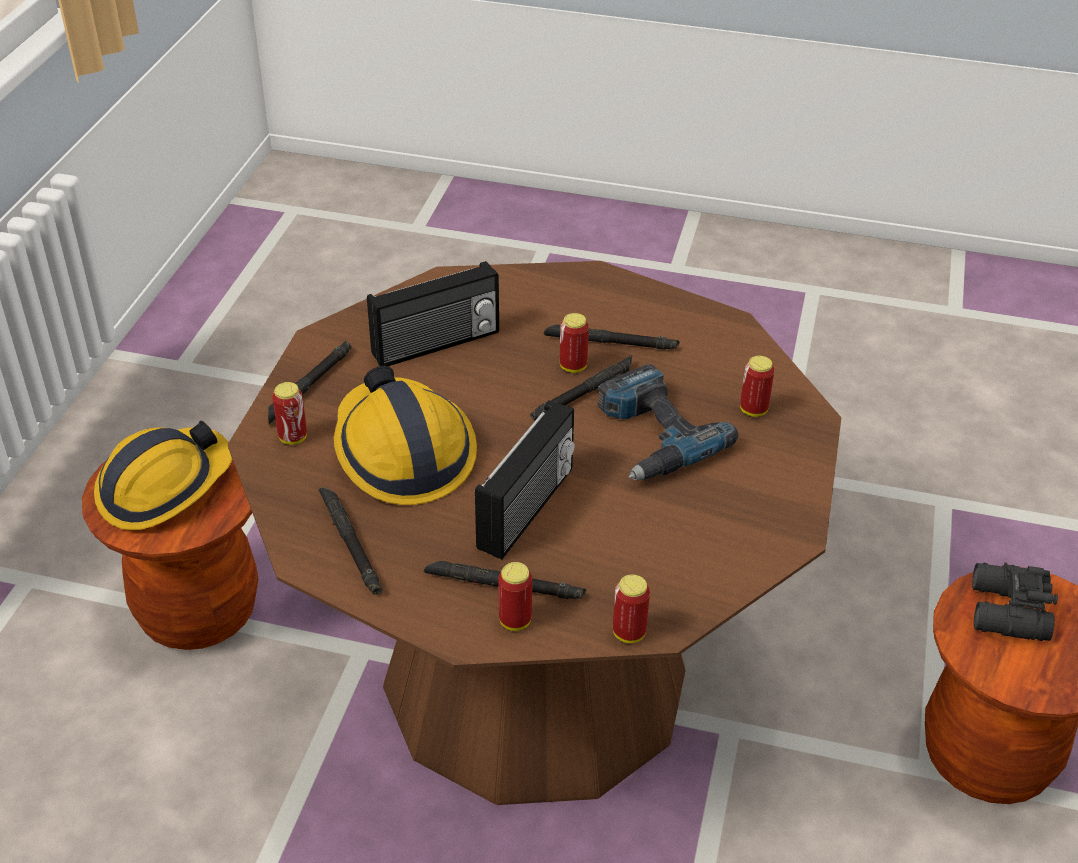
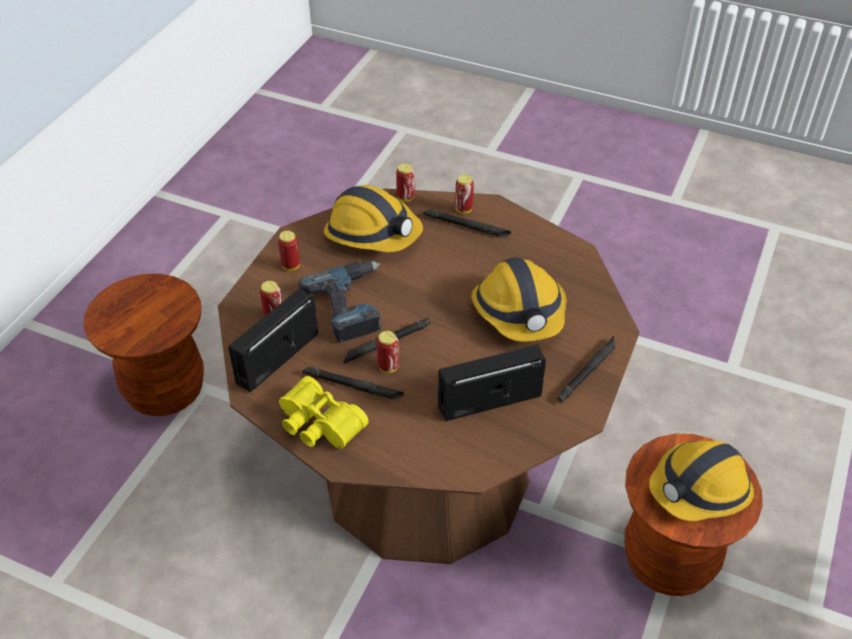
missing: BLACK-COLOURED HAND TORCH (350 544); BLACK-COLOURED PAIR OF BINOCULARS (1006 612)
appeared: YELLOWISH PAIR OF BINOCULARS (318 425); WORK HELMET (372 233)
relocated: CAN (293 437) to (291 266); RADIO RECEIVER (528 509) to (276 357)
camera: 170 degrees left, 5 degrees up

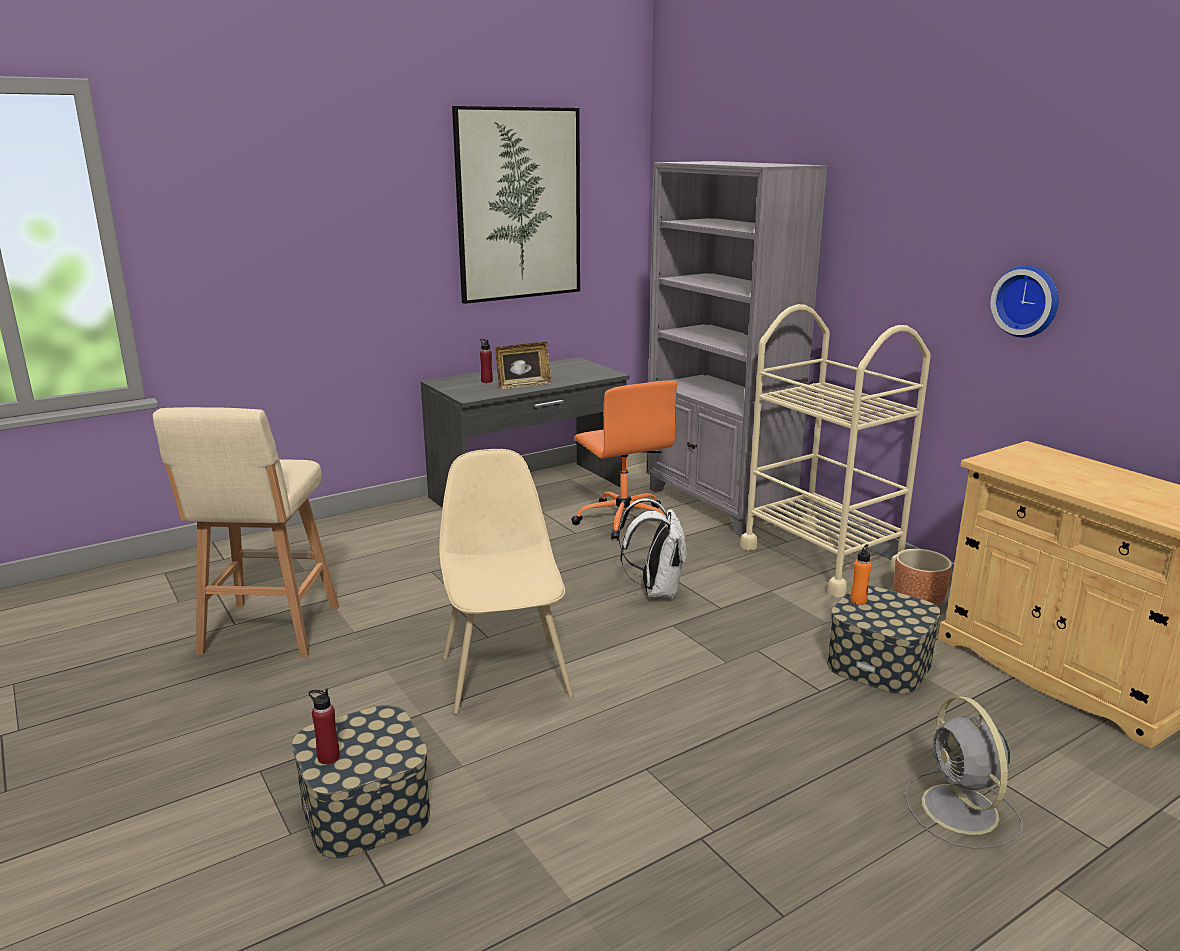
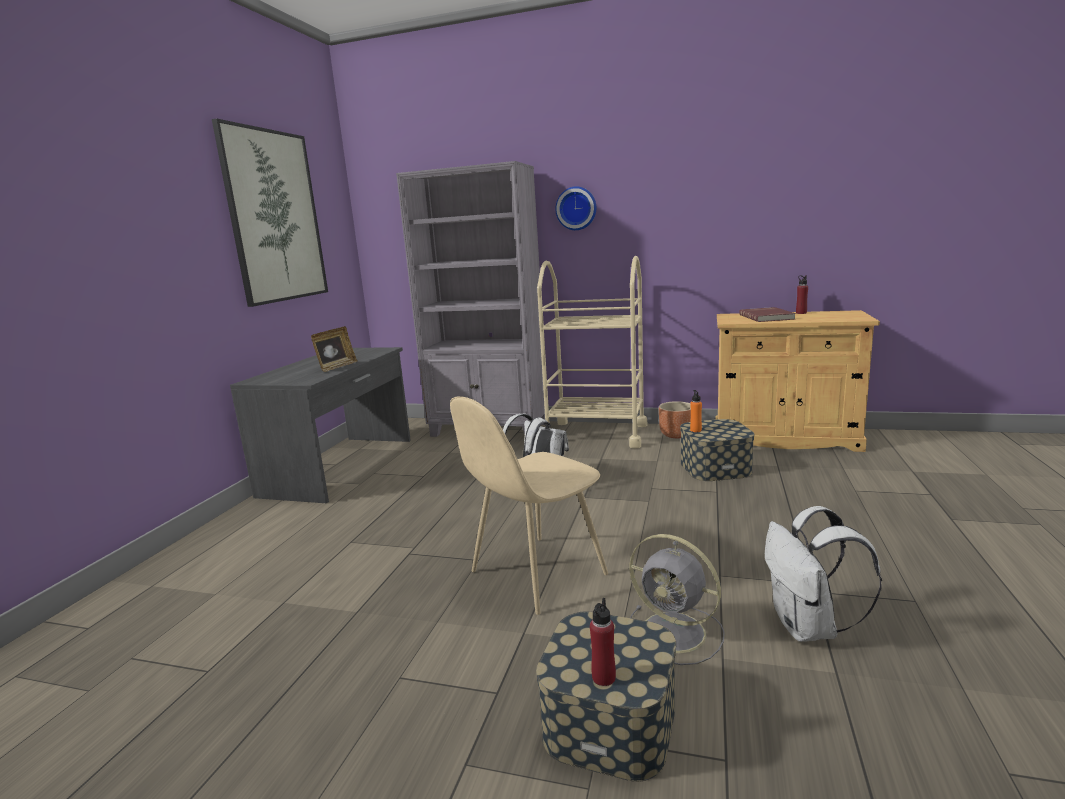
missing: BEIGE STOOL (268 632); ORANGEY COMPUTER CHAIR (622 519)
appeared: REDDISH VOLUME (767 317); WHITE BACKPACK (808 628)
relocated: REDDISH BOTTLE (486 381) to (801 313); GRAY COOLING FAN (961 811) to (676 633); WALL CLOCK (1027 301) to (576 208)
spun: BEIGE CHAIR (505 674) = (535 574) 75 degrees counterclockwise
camera: 40 degrees left, 5 degrees down

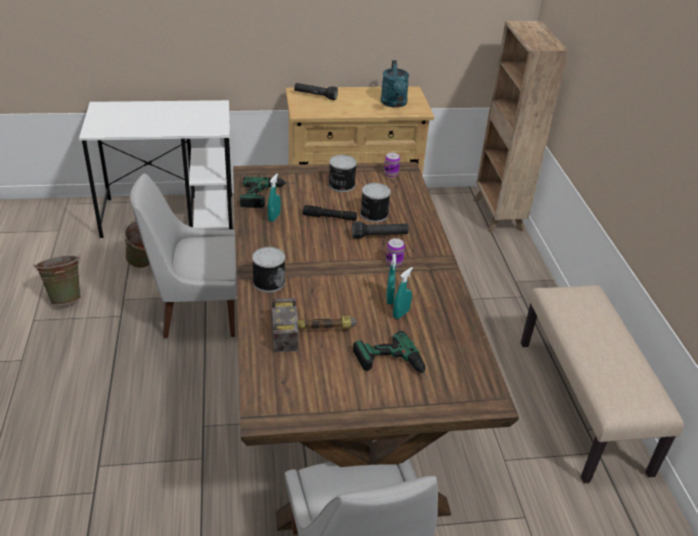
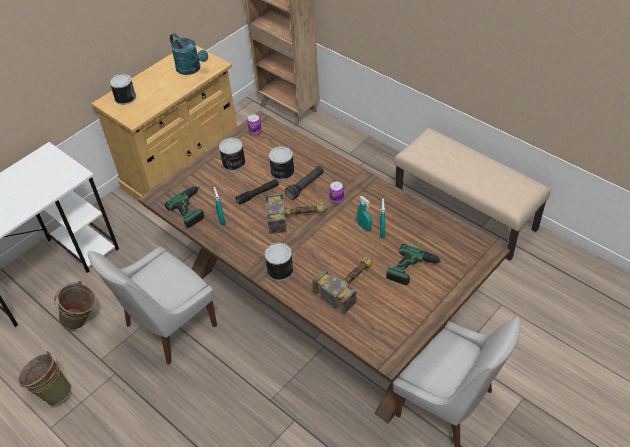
appeared: HAMMER (298 216)
exchanged: BLACK-COLOURED HAND TORCH (315 96) to CAN (125 97)
camera: 35 degrees left, 10 degrees up

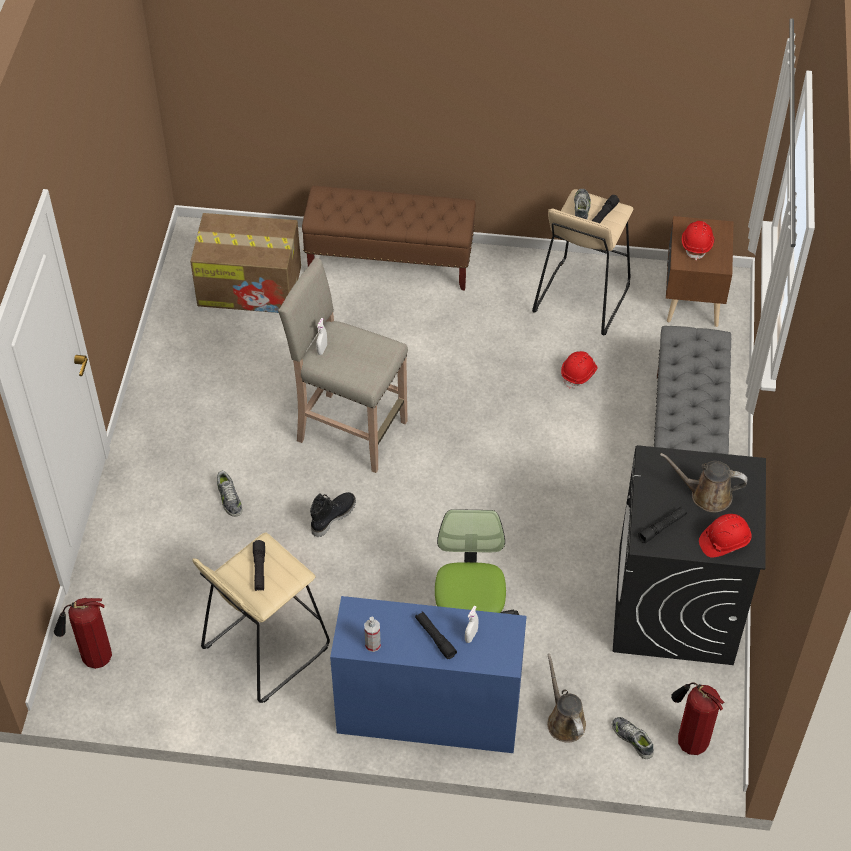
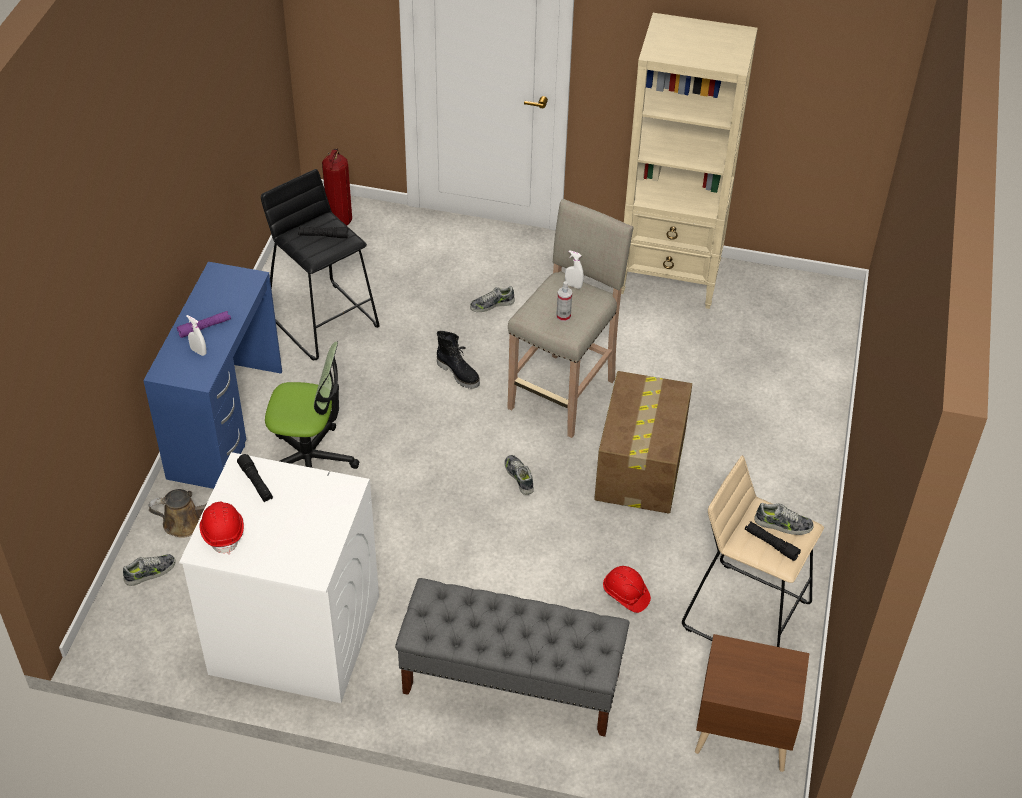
missing: BROWN BENCH (390 262); BROWN WATERING CAN (706 495); FIRE-FIGHTING CYLINDER (688 741); REDDISH WORK HELMET (697 244)
appeared: ITEM OF FOOTWEAR (519 477); BEIGE BOOKCASE (671 278)
relocated: CARDBOARD BOX (251 286) to (640 467); SPRAYER (373 645) to (563 316)
colour: BEIGE STOOL (265 648) to BLACK-COLOURED STOOL (324 320); BLACK-COLOURED HAND TORCH (435 637) to PURPLISH HAND TORCH (205 327); BLACK-COLOURED LAUNDRY MACHINE (675 605) to WHITE LAUNDRY MACHINE (293 635)
camera: 95 degrees right, 5 degrees down

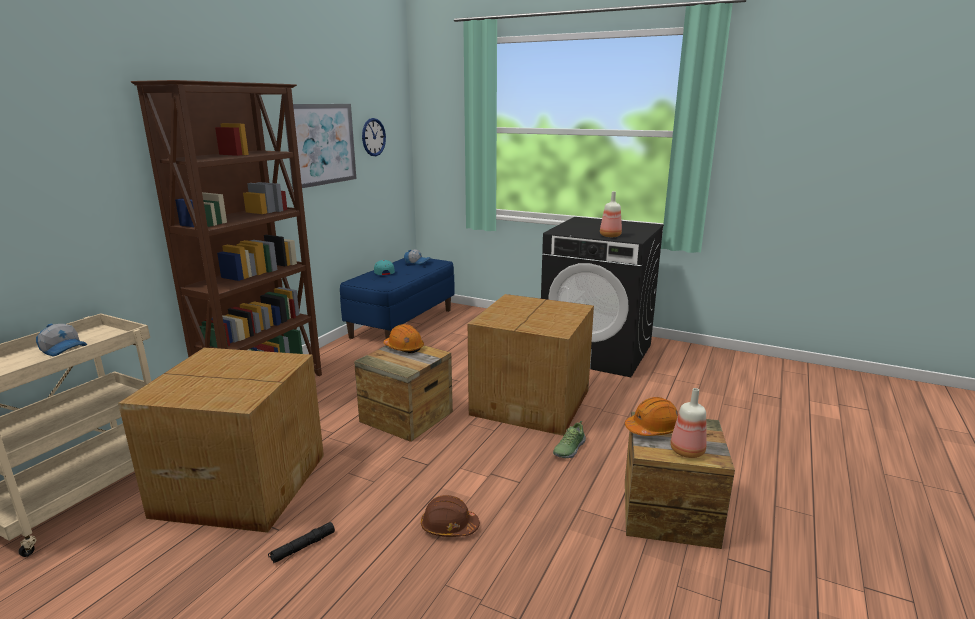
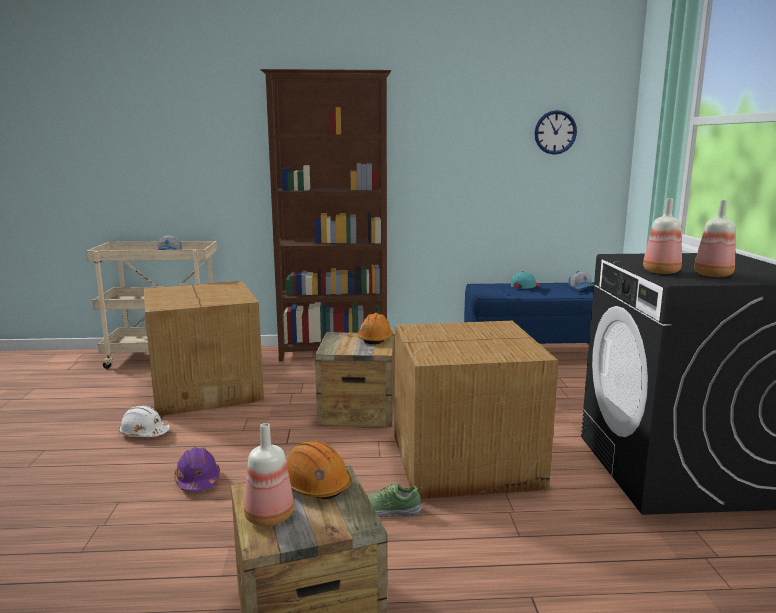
missing: WALL PICTURE (321 144)
appeared: BOTTLE (712 275)
exchanged: BLACK-COLOURED HAND TORCH (303 547) to WHITE WORK HELMET (144 433)
colour: BROWN WORK HELMET (449 527) to PURPLISH WORK HELMET (198 481)
camera: 60 degrees right, 5 degrees down

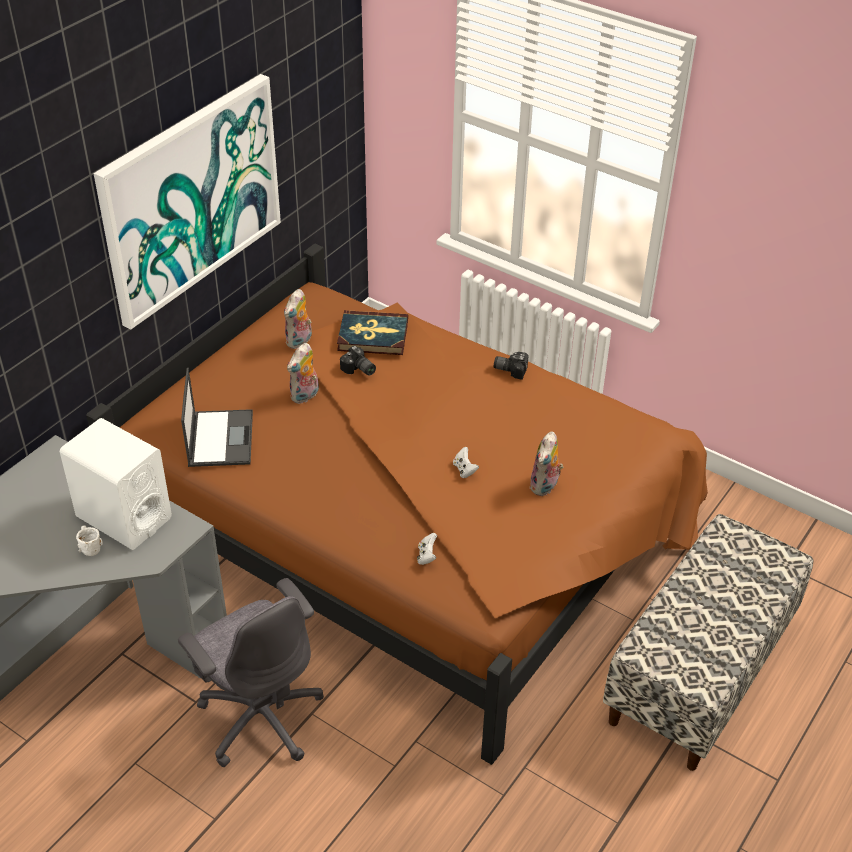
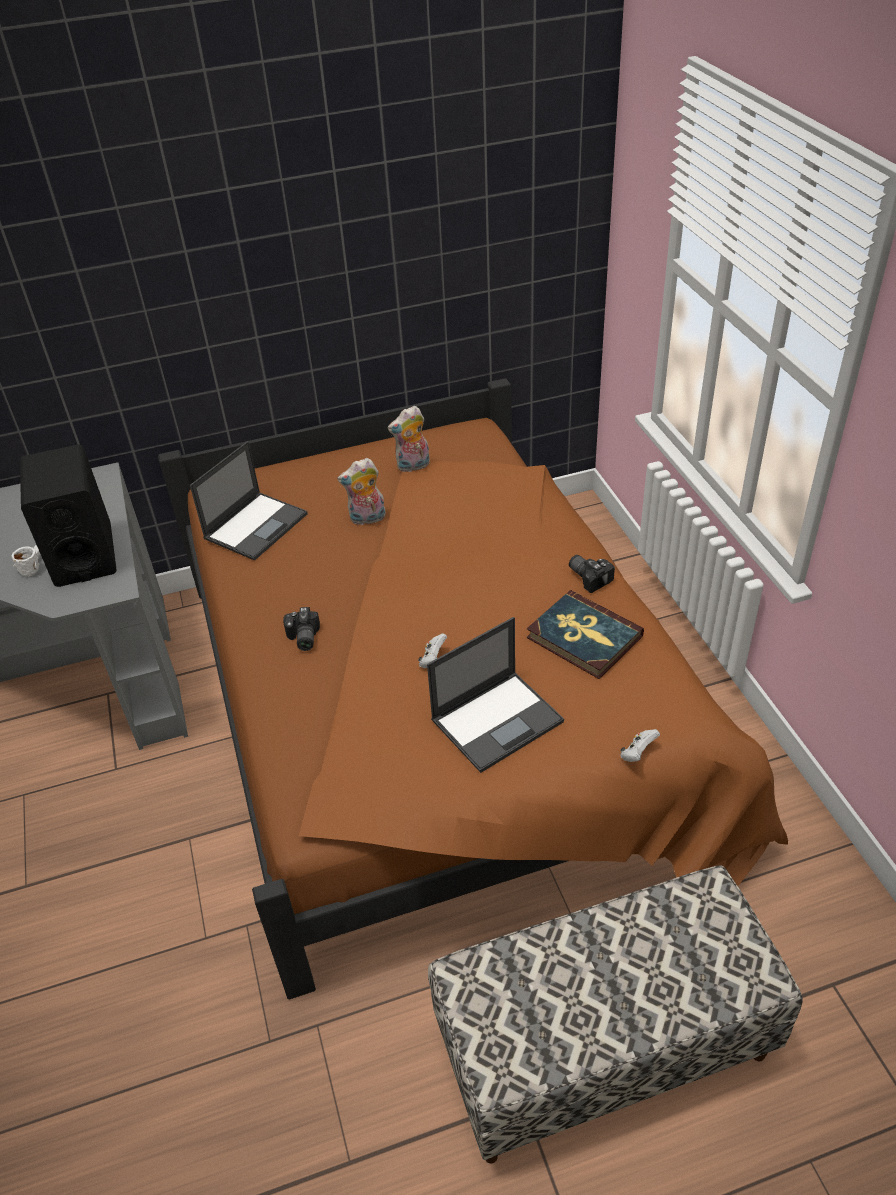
missing: WALL PICTURE (192 198); GRAY COMPUTER CHAIR (260 716)
relocated: VOLUME (373 336) to (584 637); STILL CAMERA (358 370) to (302 638); WHITE GAME CONTROLLER (426 556) to (637 753)
exchanged: PLUSH TOY (545 486) to LAPTOP (498 720)
colour: WHITE SPEAKER (123 517) to BLACK-COLOURED SPEAKER (83 555)
camera: 40 degrees right, 0 degrees up

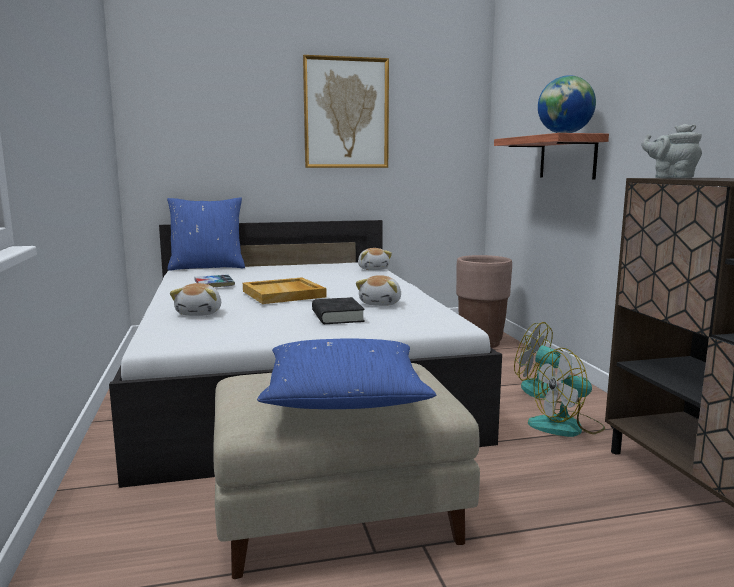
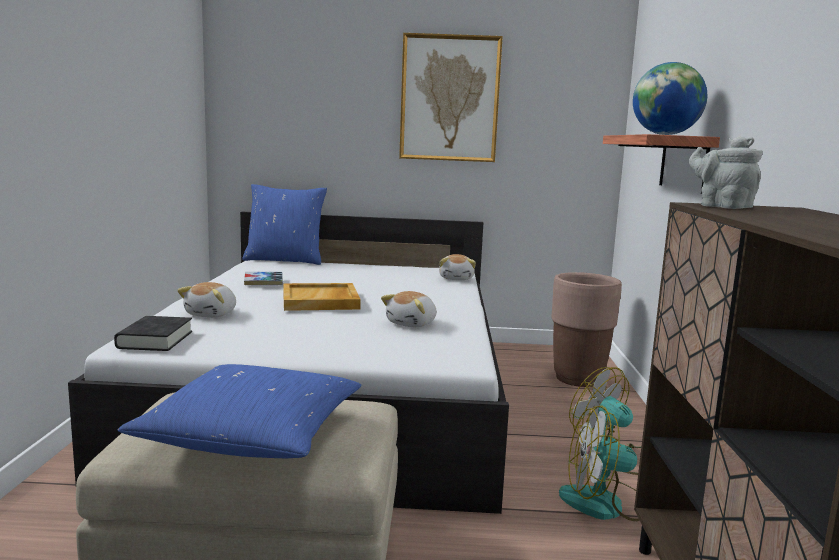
relocated: BLACK-COLOURED VOLUME (337 316) to (155 340)
camera: 15 degrees right, 0 degrees up

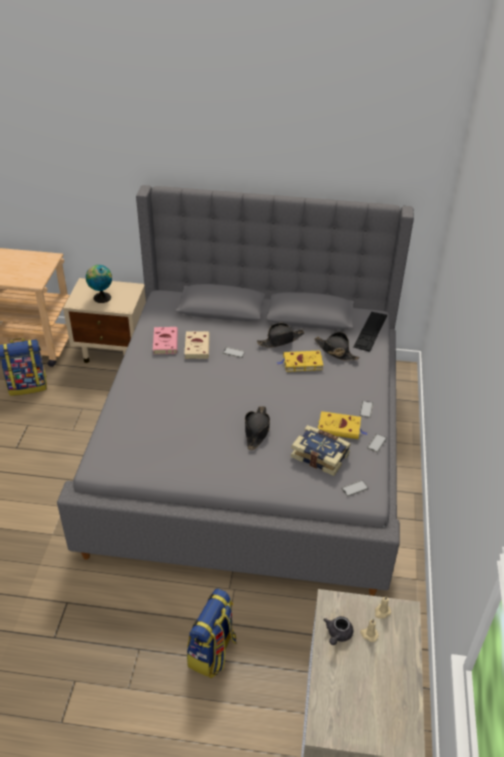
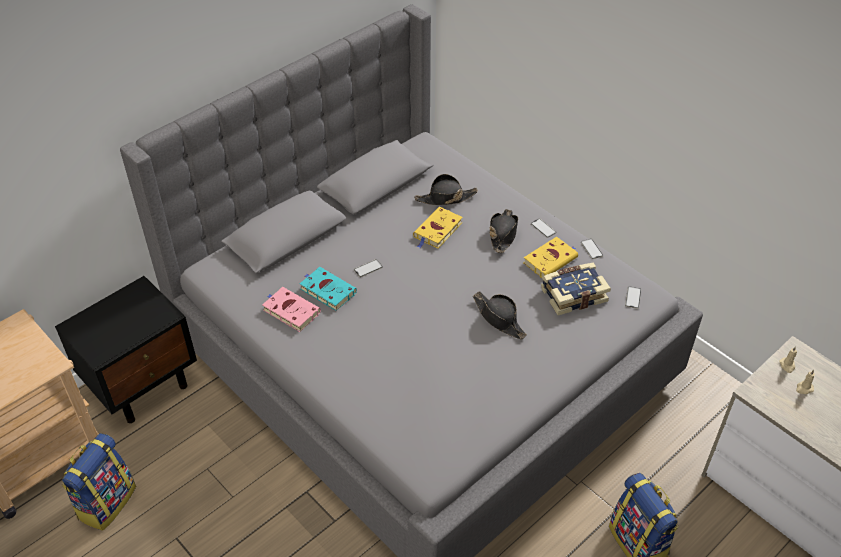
missing: DESK GLOBE (101 297); GRAY TEA POT (337 634); KEYBOARD (370 331)
relocated: BLACK-COLOURED CLOTHING HAT (280 340) to (503 234)
colour: BEIGE NIGHTSTAND (113 350) to BLACK-COLOURED NIGHTSTAND (143 385); BEIGE VOLUME (197 346) to TURQUOISE VOLUME (326 290)
camera: 50 degrees left, 5 degrees up

